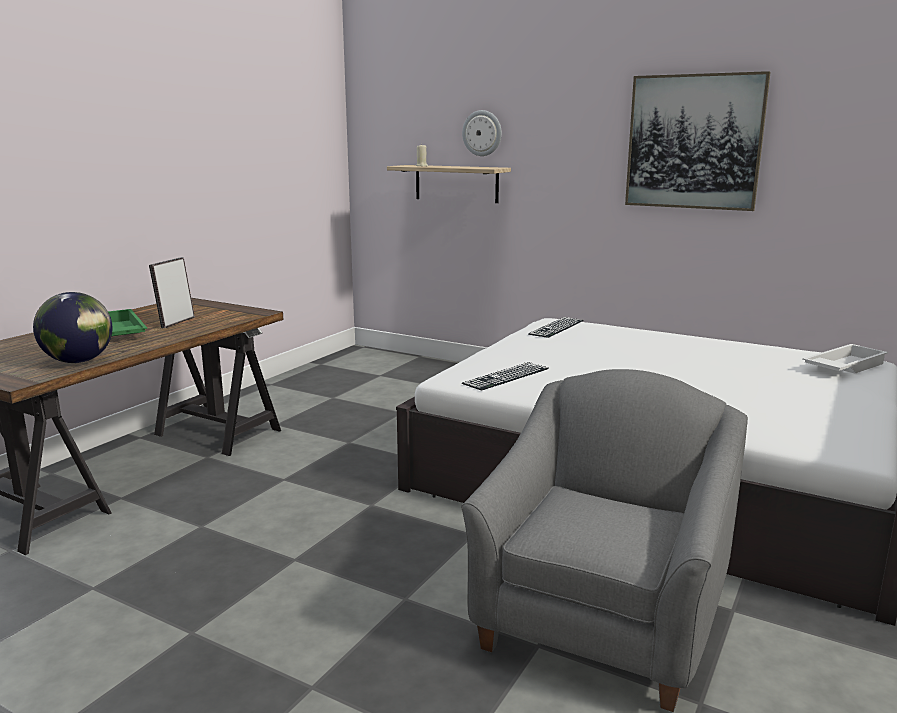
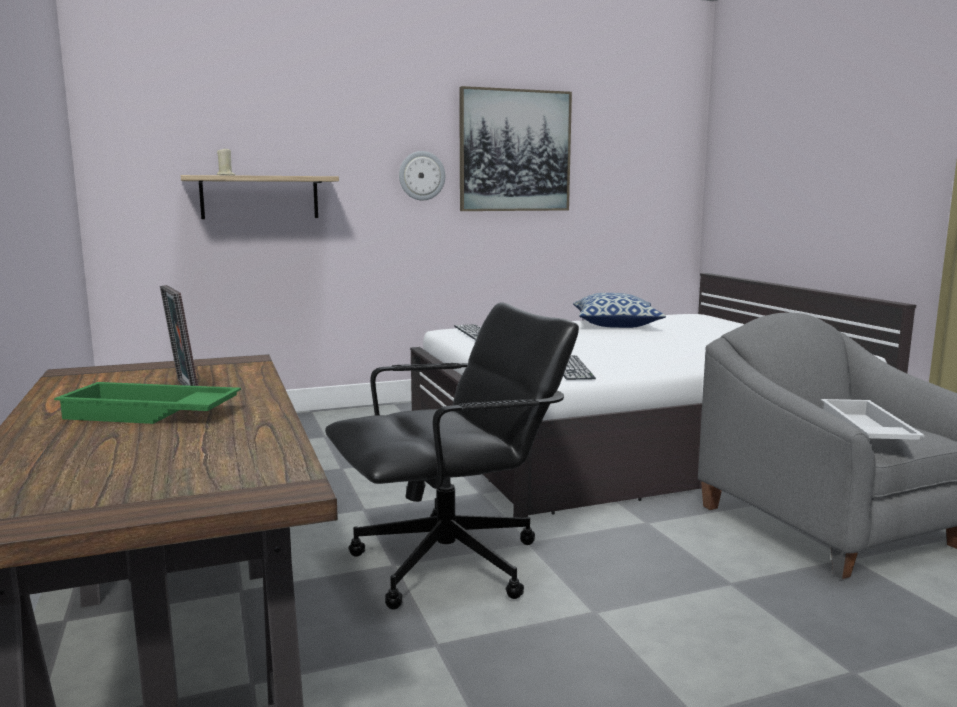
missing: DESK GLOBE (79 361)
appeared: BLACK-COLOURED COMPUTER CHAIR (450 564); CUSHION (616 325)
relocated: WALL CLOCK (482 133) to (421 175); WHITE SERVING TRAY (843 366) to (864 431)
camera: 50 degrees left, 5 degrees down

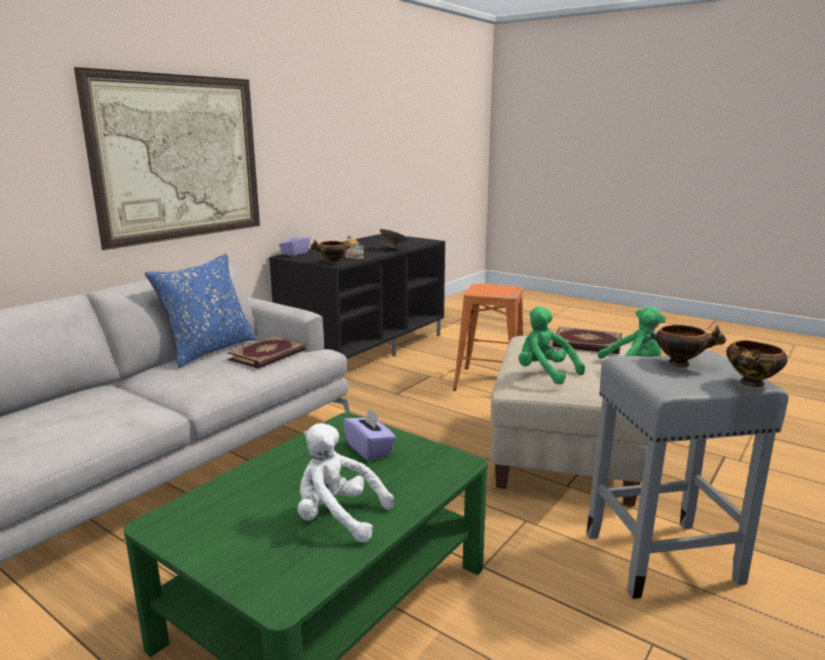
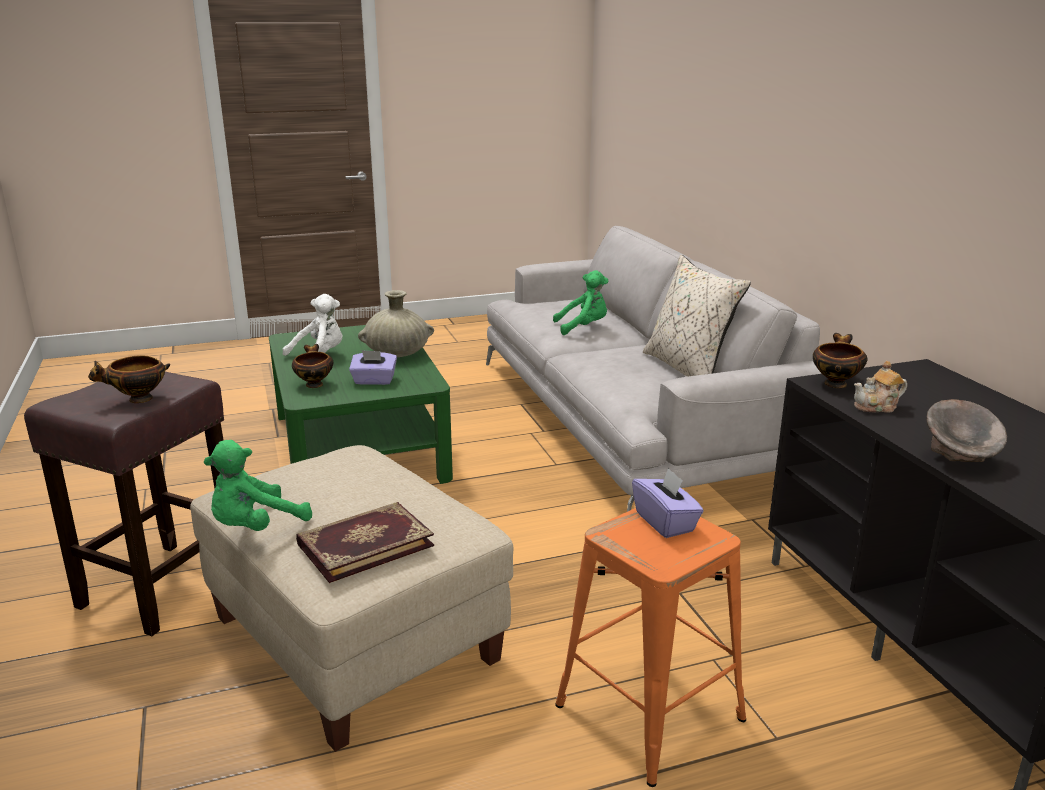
missing: WALL PICTURE (179 158); VOLUME (268 355)
appeared: BEIGE VASE (397 354)
relocated: PURPLISH BOX OF TISSUES (295 254) to (665 522); GREEN-COLOURED PLUSH TOY (544 373) to (583 327); DEEP DISH (751 384) to (314 384)
colour: BLUISH CUSHION (208 350) to BEIGE CUSHION (689 369); GRAY STOOL (664 557) to BROWN STOOL (160 589)
camera: 125 degrees right, 5 degrees up

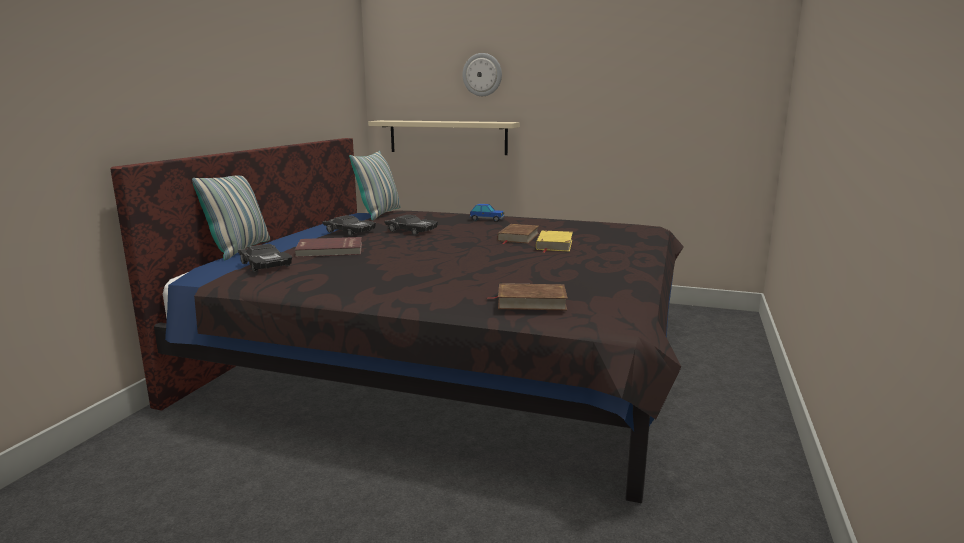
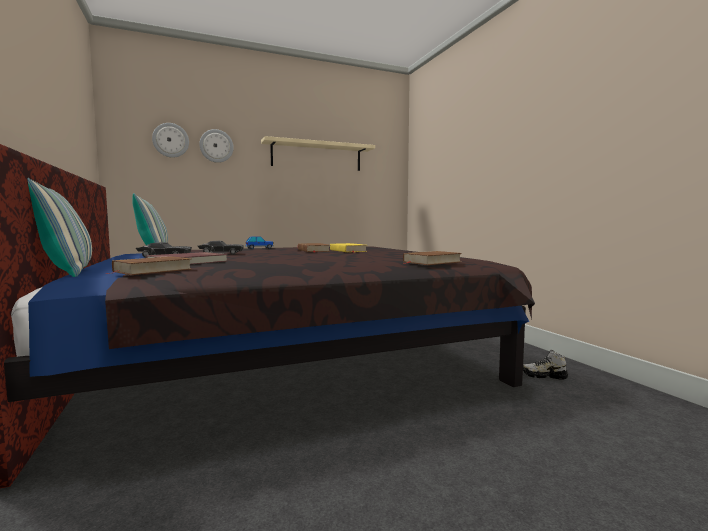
appeared: WALL CLOCK (171 140); ITEM OF FOOTWEAR (544 375)
relocated: BEIGE BRACKET SHELF (447 137) to (317 156)
exchanged: BLACK-COLOURED MINIATURE CAR (265 265) to BROWN VOLUME (152 270)
camera: 40 degrees left, 10 degrees down

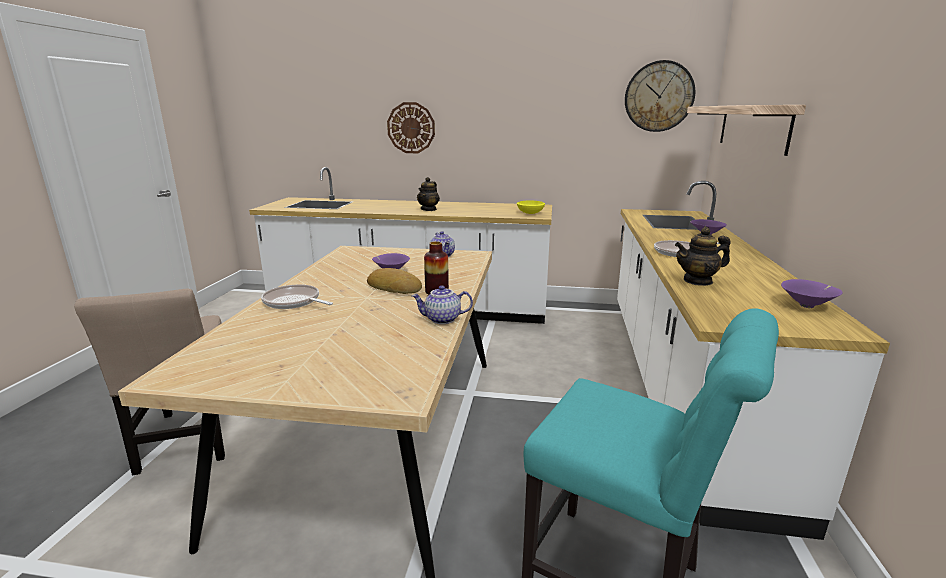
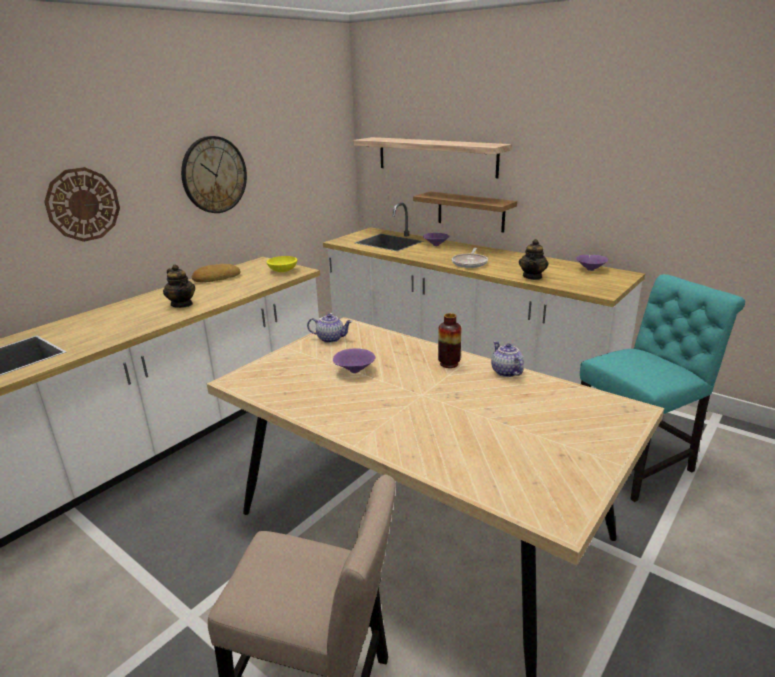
missing: SKILLET (294 302)
appeared: BRACKET SHELF (470 211)
relocated: BREAD (395 287) to (216 278); WALL CLOCK (659 96) to (214 175)
spun: TEA POT (442 320) = (505 372) 135 degrees clockwise
camera: 60 degrees left, 5 degrees up

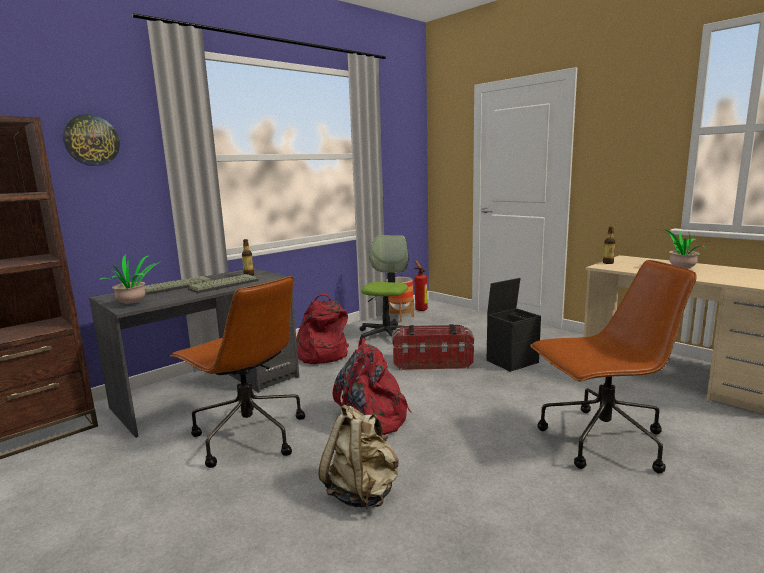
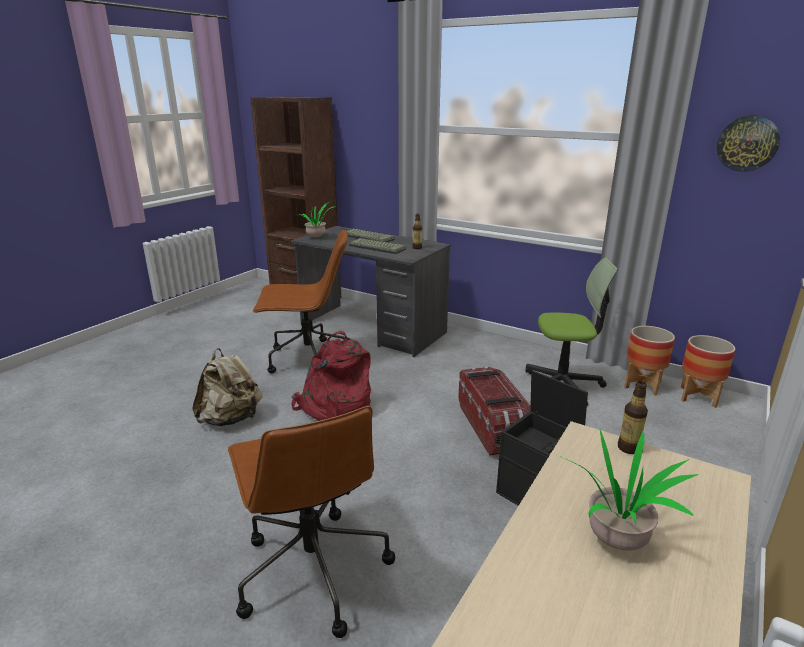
missing: REDDISH BACKPACK (320 355)
relocated: WALL CLOCK (91 140) to (747 143)
exchanged: FIRE-FIGHTING CYLINDER (420 309) to FLOWER POT (698 396)
spun: BROWN COMPUTER CHAIR (248 435) = (307 359) 120 degrees counterclockwise
camera: 75 degrees right, 10 degrees up

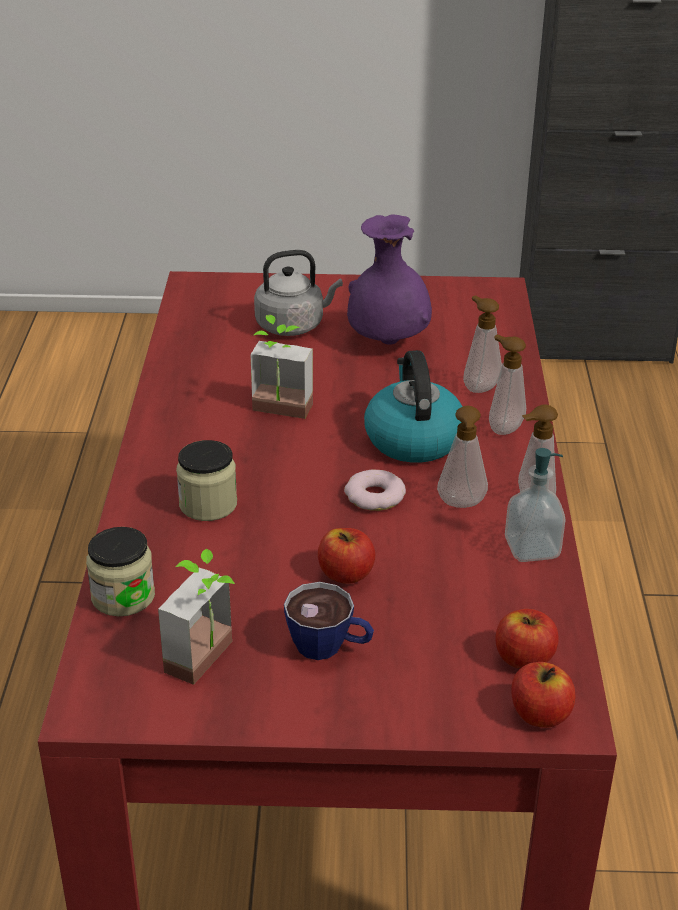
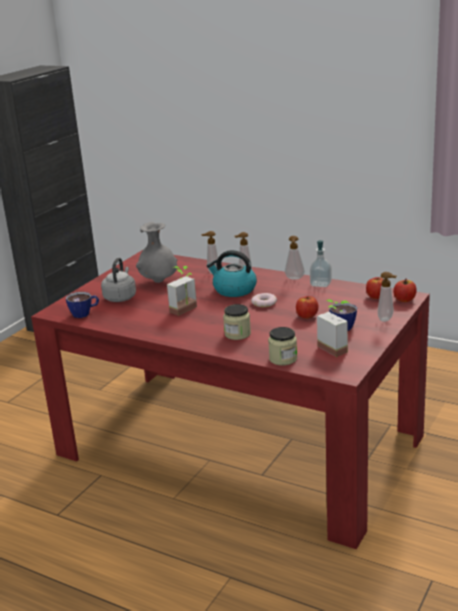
appeared: SMALL CUP (85 313)
relocated: SOAP DISPENSER (461 505) to (387 319)
colour: PURPLISH VASE (388 342) to GRAY VASE (159 282)
camera: 60 degrees left, 10 degrees down

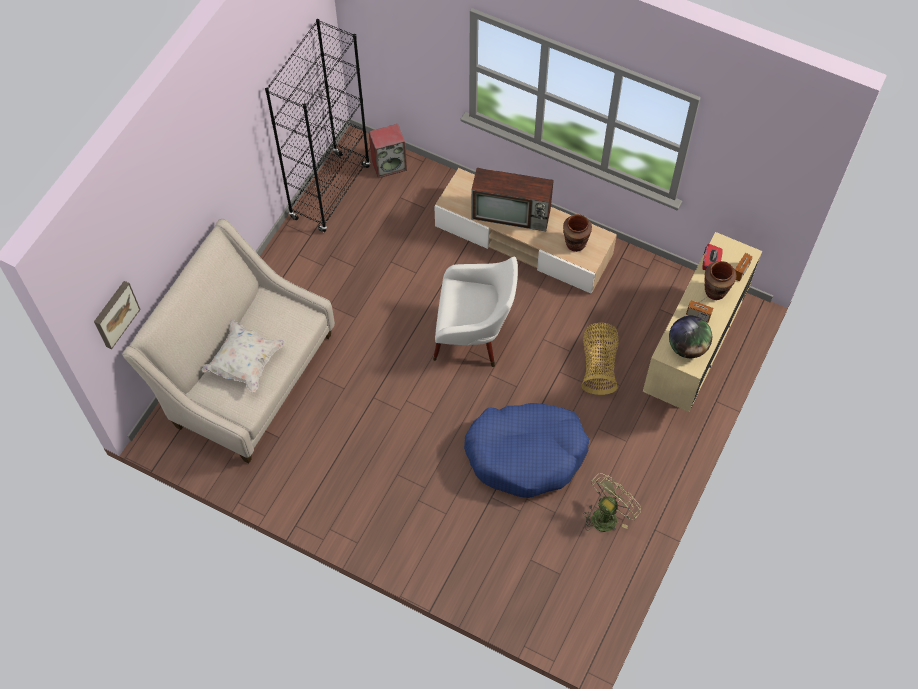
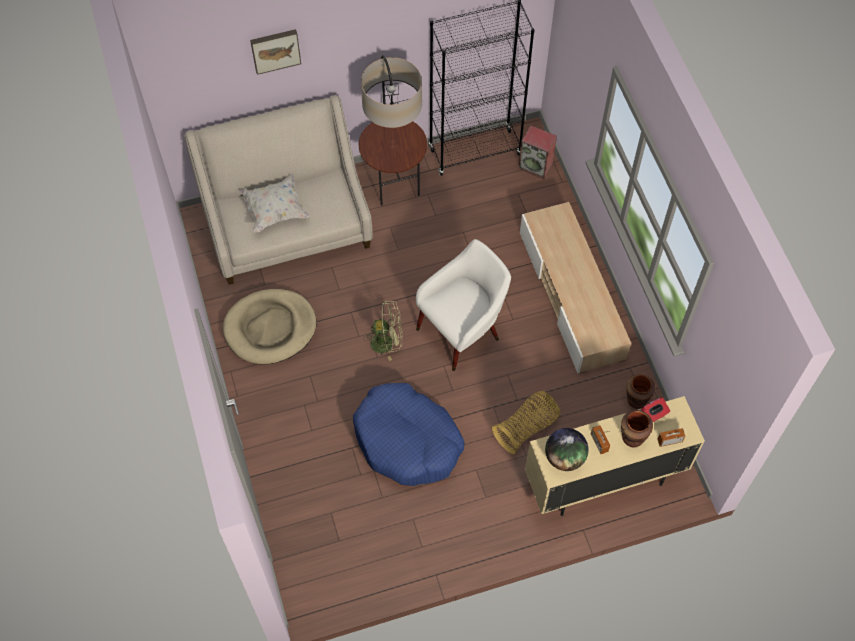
missing: TV (512 214)
appeared: BEIGE PET BED (270 328); STANDARD LAMP (394 184)
relocated: WALL PICTURE (115 314) to (275 50); BROWN VASE (575 243) to (636 400); GREEN-COLOURED COOLING FAN (607 515) to (387 342)
spun: WHITE ARMCHAIR (473 336) = (462 330) 90 degrees counterclockwise
camera: 45 degrees right, 0 degrees up

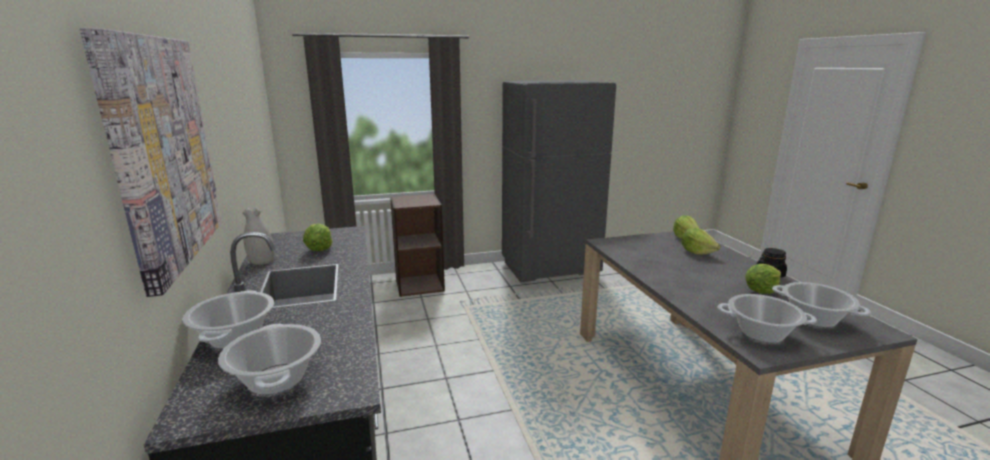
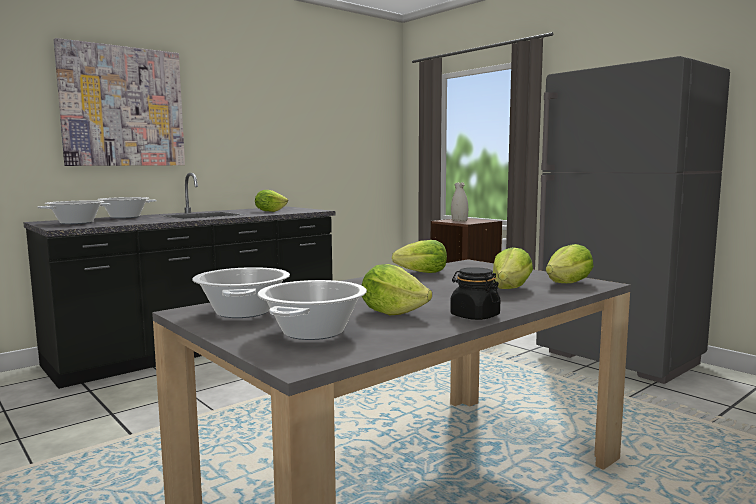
appeared: LETTUCE (422 273)
relocated: WHITE VASE (261 261) to (459 220)
camera: 65 degrees right, 10 degrees down

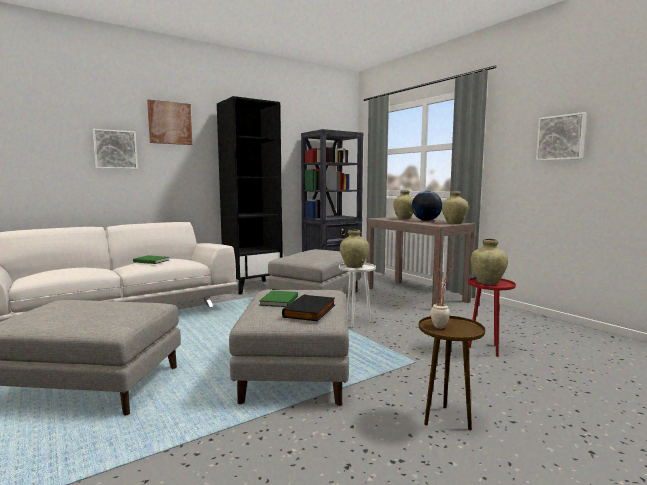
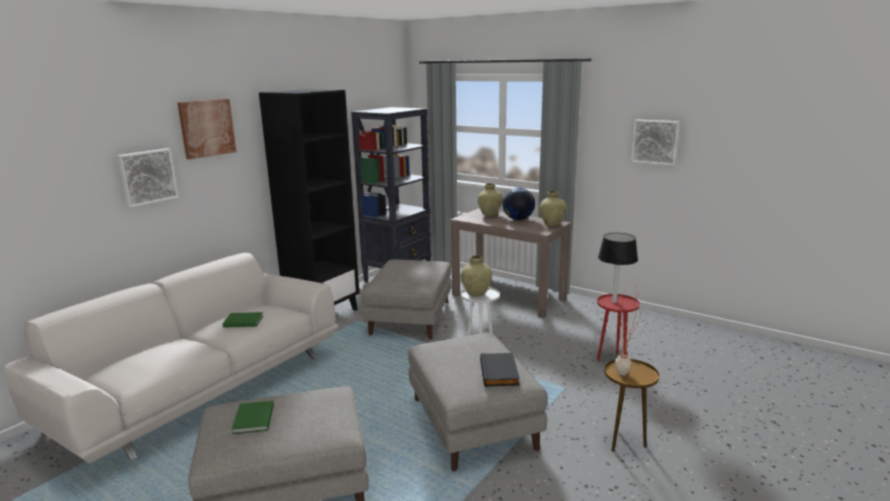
relocated: GREEN-COLOURED VOLUME (278 301) to (252 420)
exchanged: BEIGE VASE (487 282) to BLACK-COLOURED LAMP FOR A TABLE (614 302)
camera: 20 degrees left, 10 degrees up

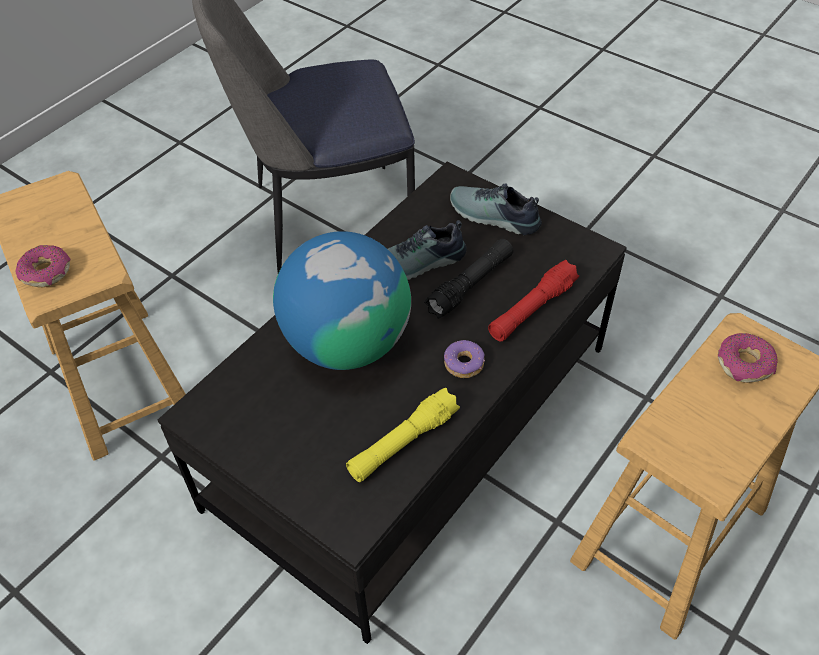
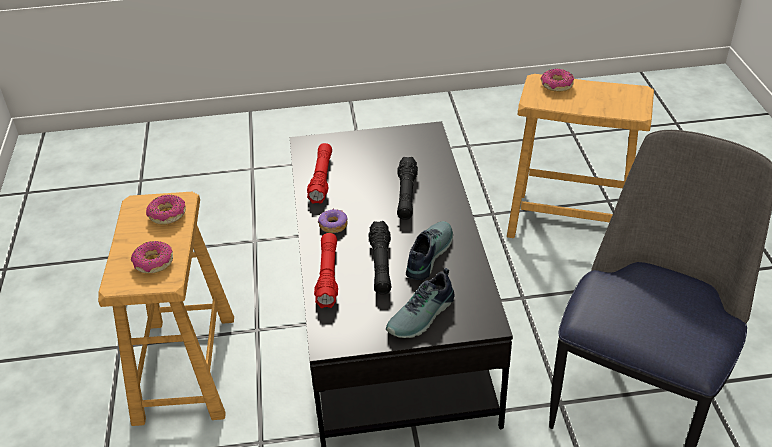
appeared: RING DOUGHNUT (167 215)
exchanged: DESK GLOBE (347 342) to BLACK-COLOURED HAND TORCH (406 195)
colour: YELLOWISH HAND TORCH (403 443) to REDDISH HAND TORCH (321 179)
spun: ITEM OF FOOTWEAR (493 217) = (423 316) 150 degrees clockwise
camera: 135 degrees right, 10 degrees down

